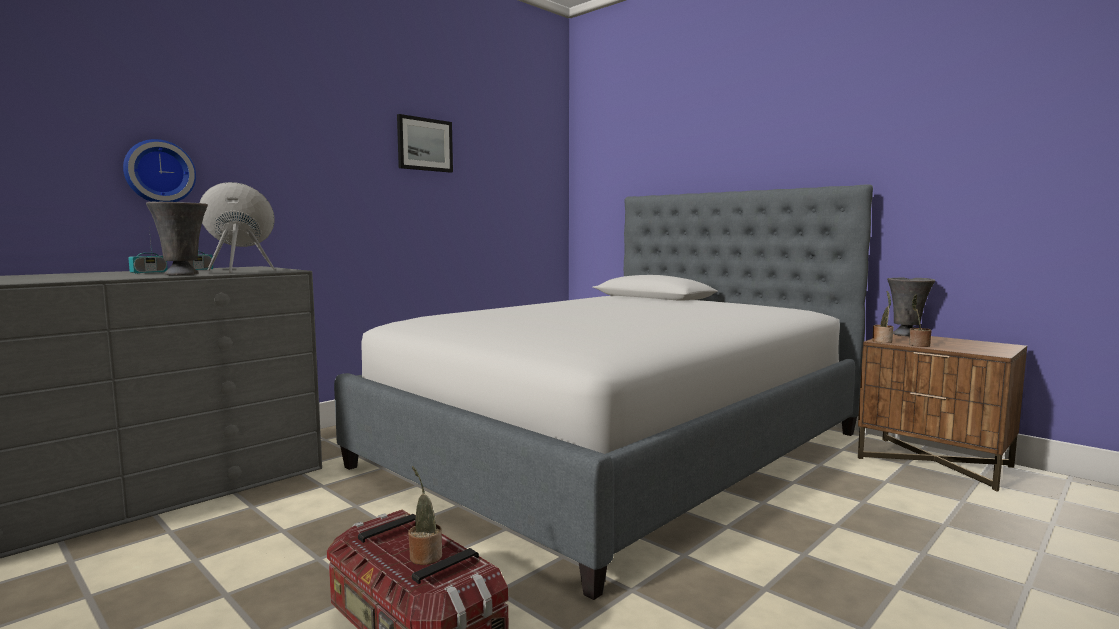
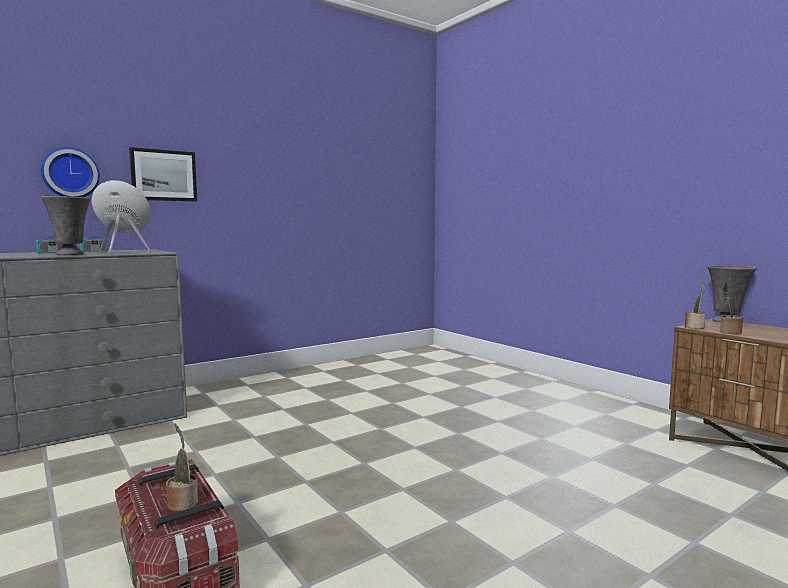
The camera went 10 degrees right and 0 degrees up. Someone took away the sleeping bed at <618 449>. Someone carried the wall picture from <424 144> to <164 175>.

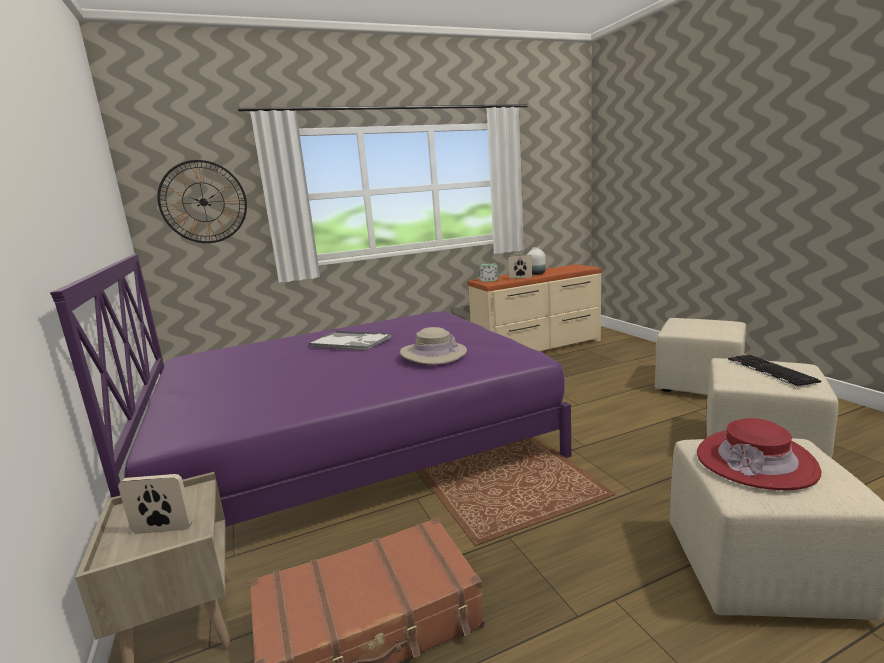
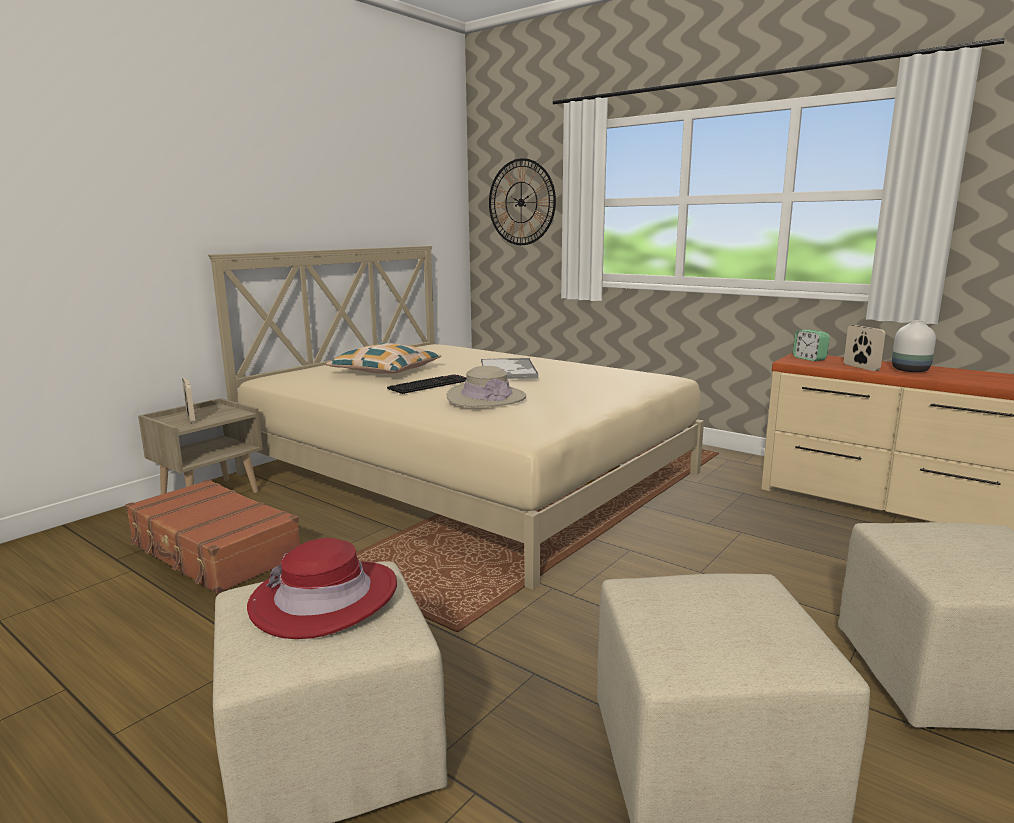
The camera went 60 degrees right and 0 degrees up. Someone put down the cushion at <386 371>. Someone carried the computer keyboard from <769 370> to <429 384>. Someone repainted the sleeping bed (purplish) at <351 444>, which became the sleeping bed (beige) at <467 474>.

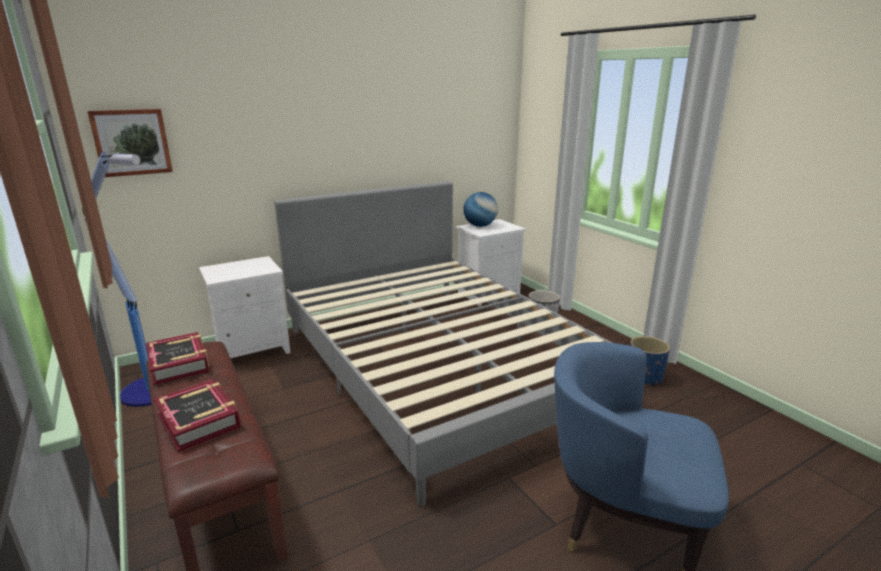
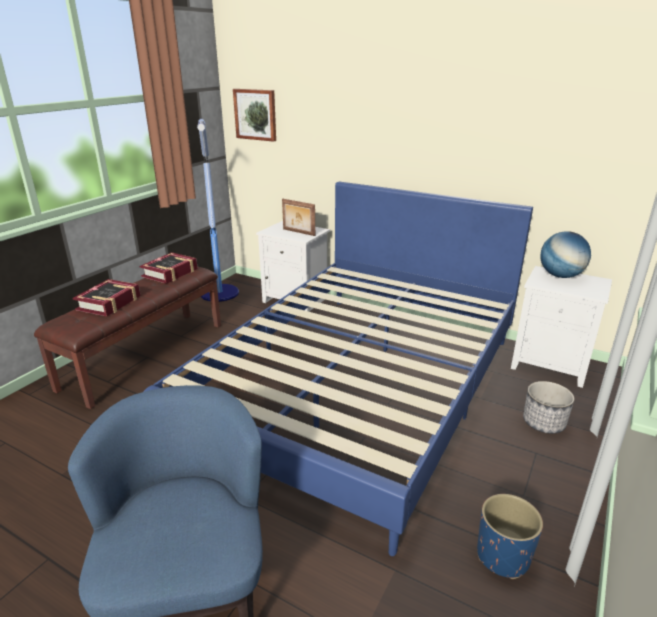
The camera went 60 degrees right and 5 degrees up. Someone put down the photo frame at <298 232>. Someone repainted the sleeping bed (greyish) at <438 366>, which became the sleeping bed (blue) at <359 386>.

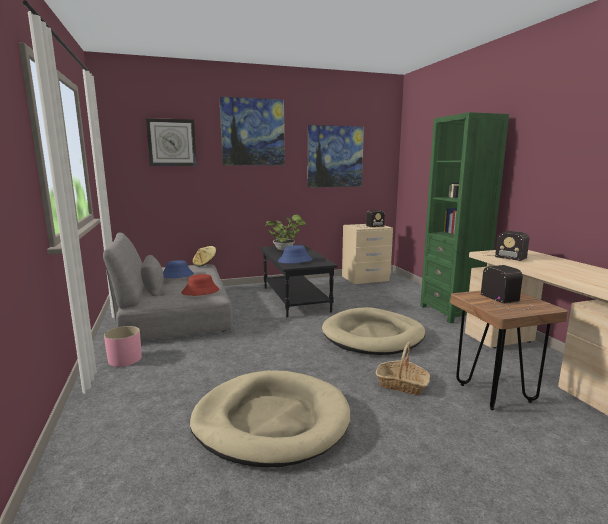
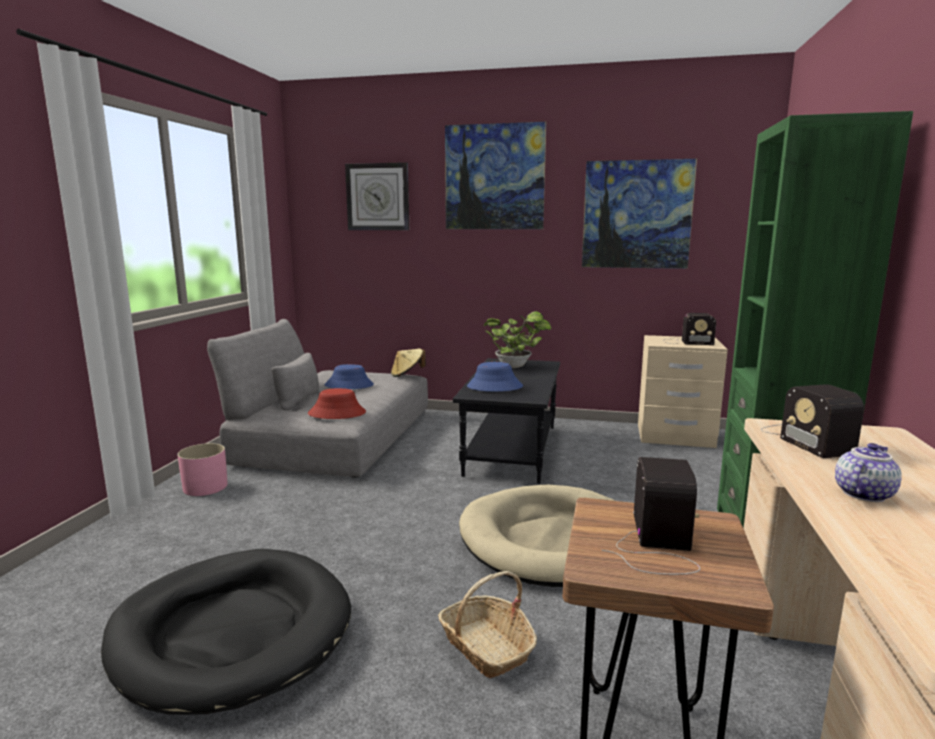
The camera went 30 degrees right and 0 degrees up. Someone put down the pot for tea at <862 493>. Someone repainted the dog bed (beige) at <271 421>, which became the dog bed (black-coloured) at <232 632>.

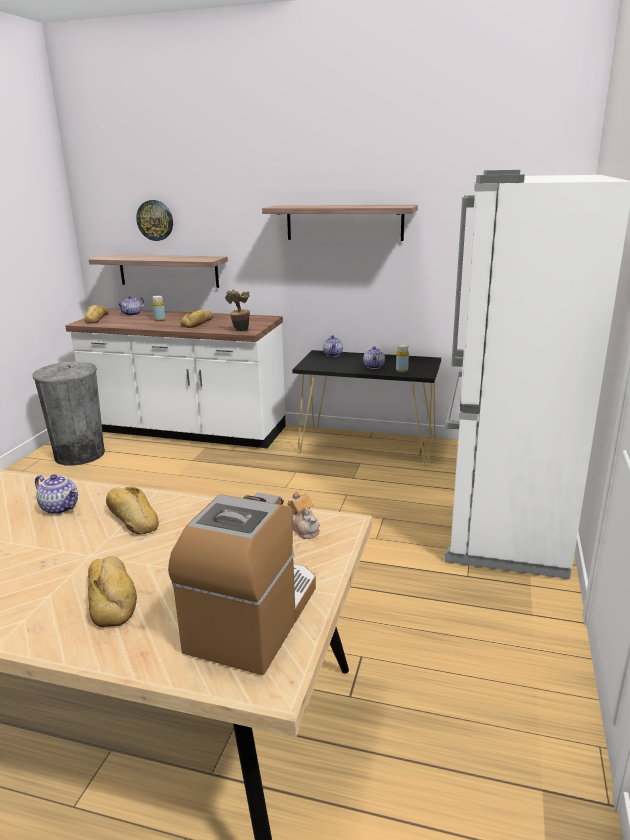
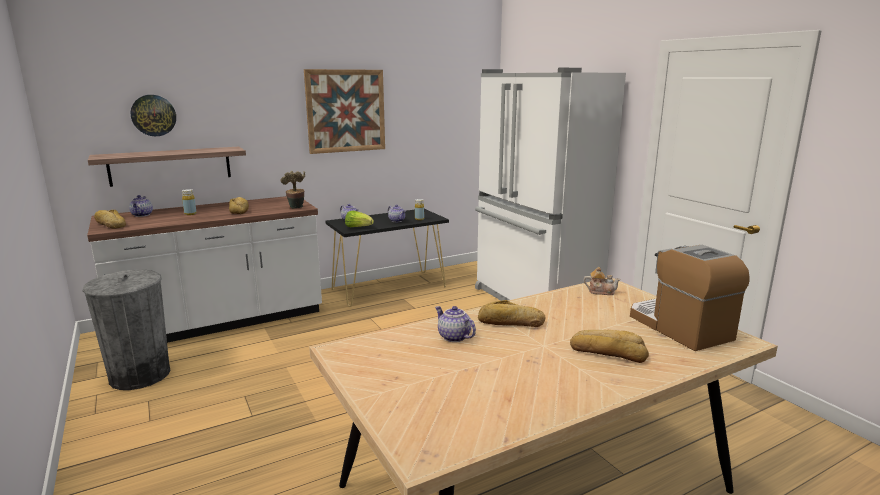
The camera went 45 degrees left and 5 degrees down. Someone put down the head of lettuce at <358 227>. Someone swapped the shelf at <344 222> for the wall picture at <346 111>. Someone rotated the pot for tea at <61 508> by 120 degrees counterclockwise.

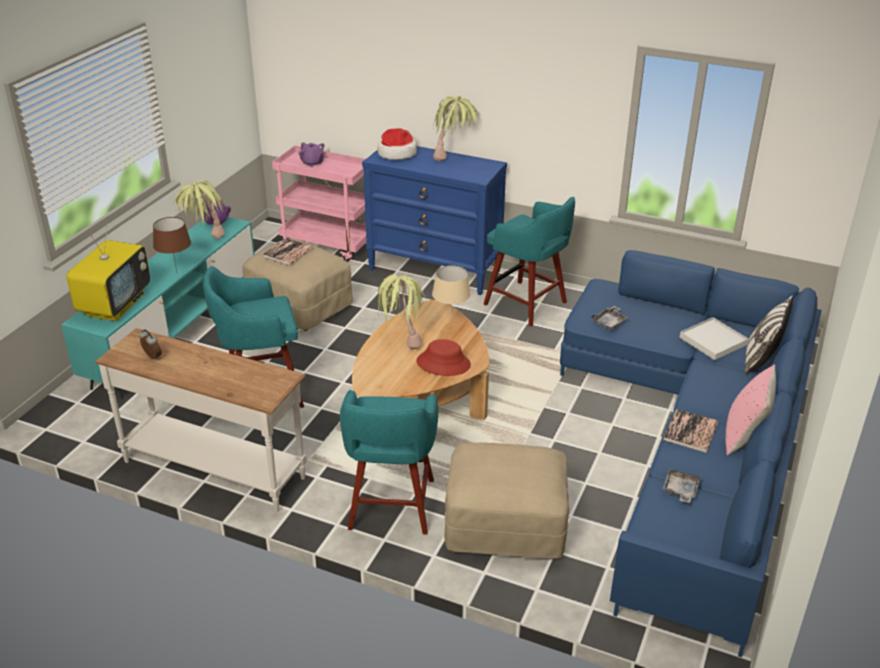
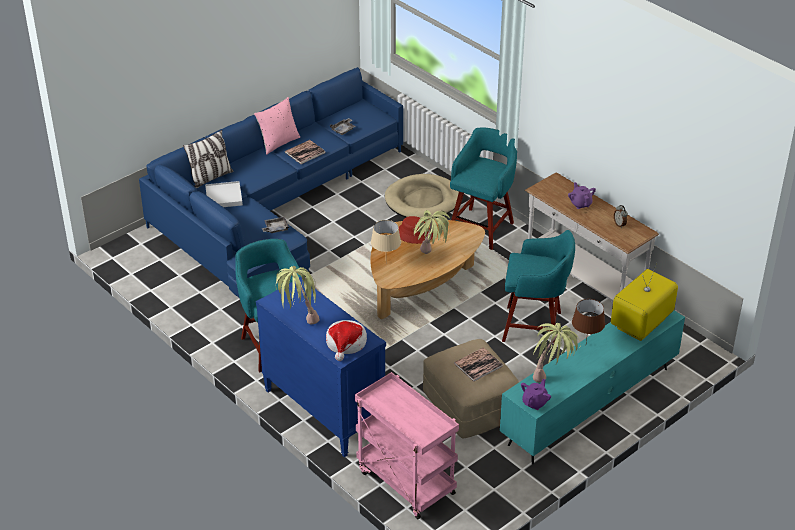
The camera went 155 degrees left and 5 degrees up. Someone carried the pot for tea (purplish) from <312 163> to <580 204>. Someone swapped the ottoman (beige) at <505 526> for the dog bed (beige) at <423 200>.

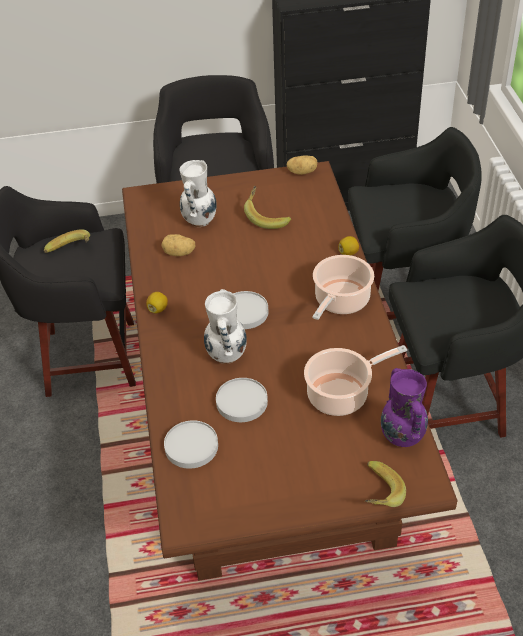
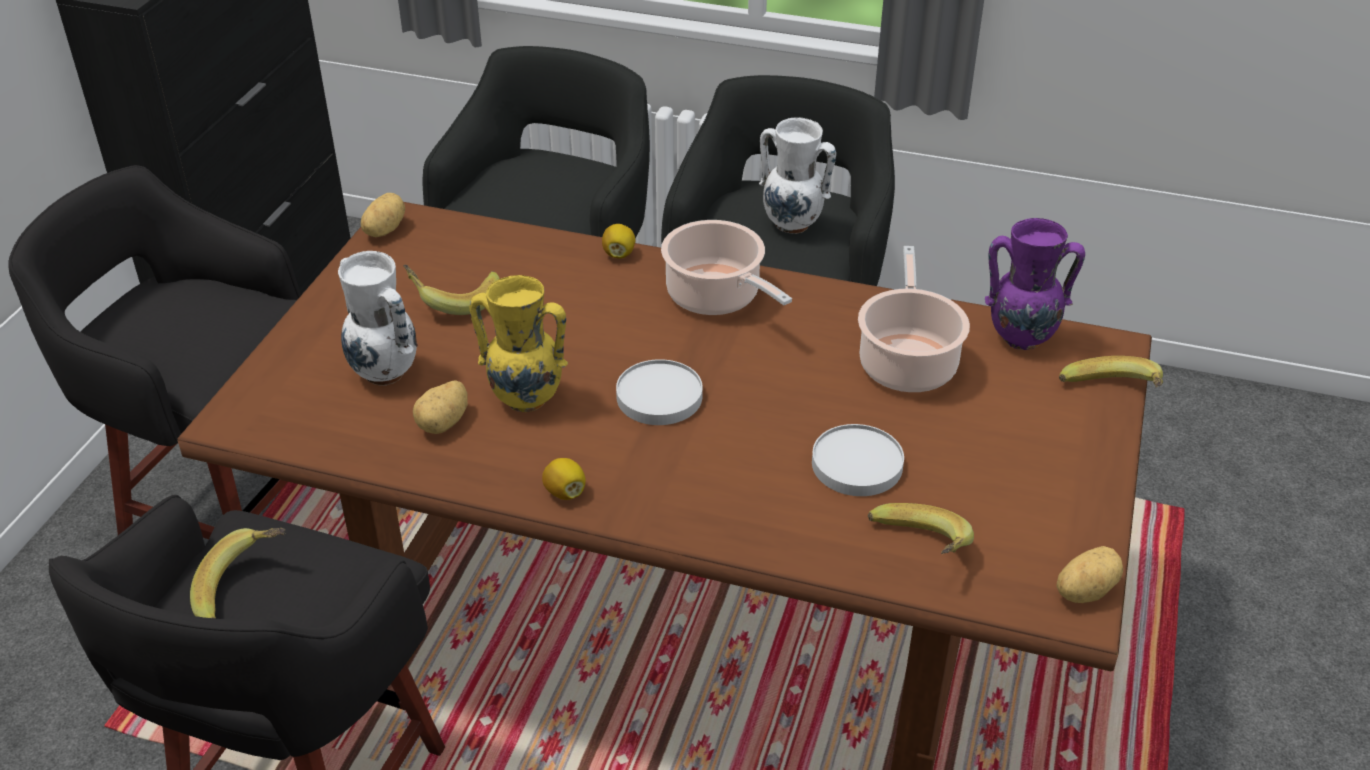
The camera went 65 degrees left and 5 degrees down. Someone put down the vase (yellow) at <525 399>. Someone put down the potato at <1083 590>. Someone carried the vase (white-coloured) from <226 356> to <793 225>. Someone swapped the dinner plate (white-coloured) at <191 446> for the whole banana at <917 551>.

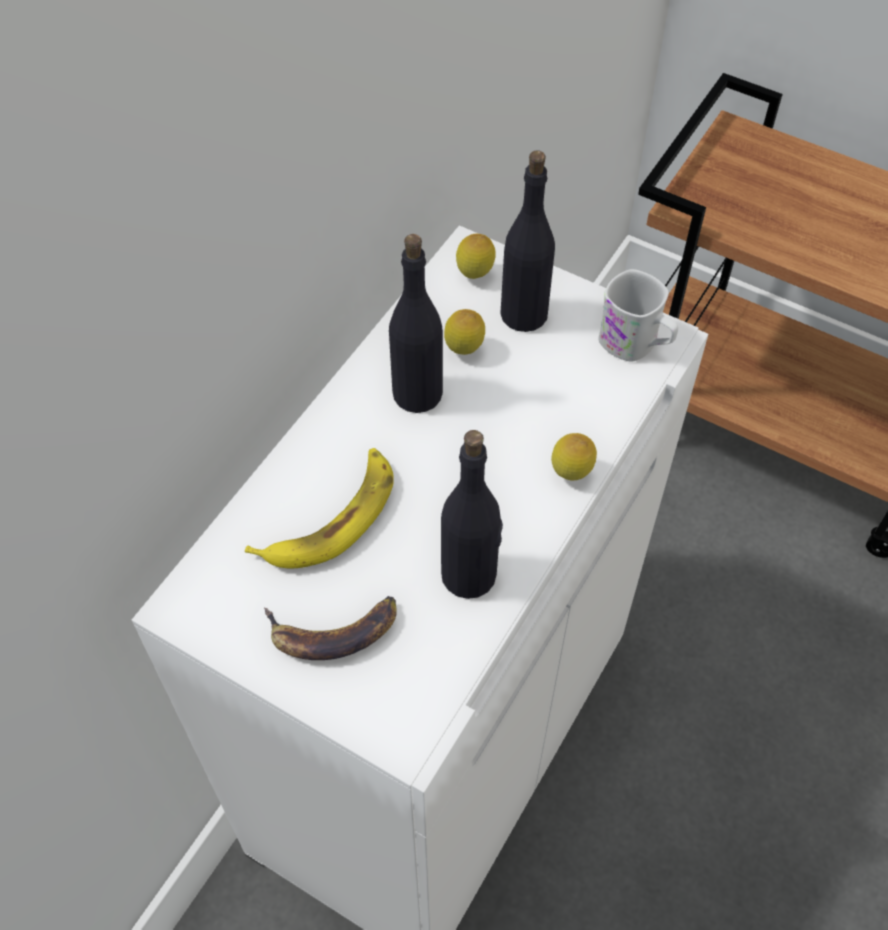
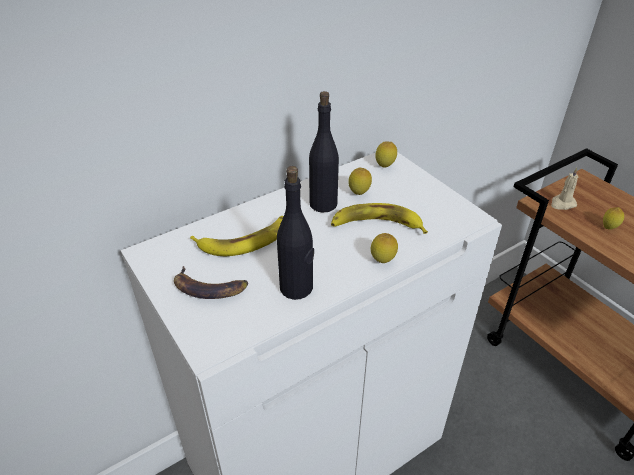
The camera went 25 degrees right and 15 degrees down. Someone took away the beverage bottle (black-coloured) at <524 314>. Someone took away the coffee mug (white-coloured) at <636 345>. Someone put down the whole banana at <376 225>. Someone put down the candle (beige) at <562 204>. Someone put down the whole lemon at <608 228>.

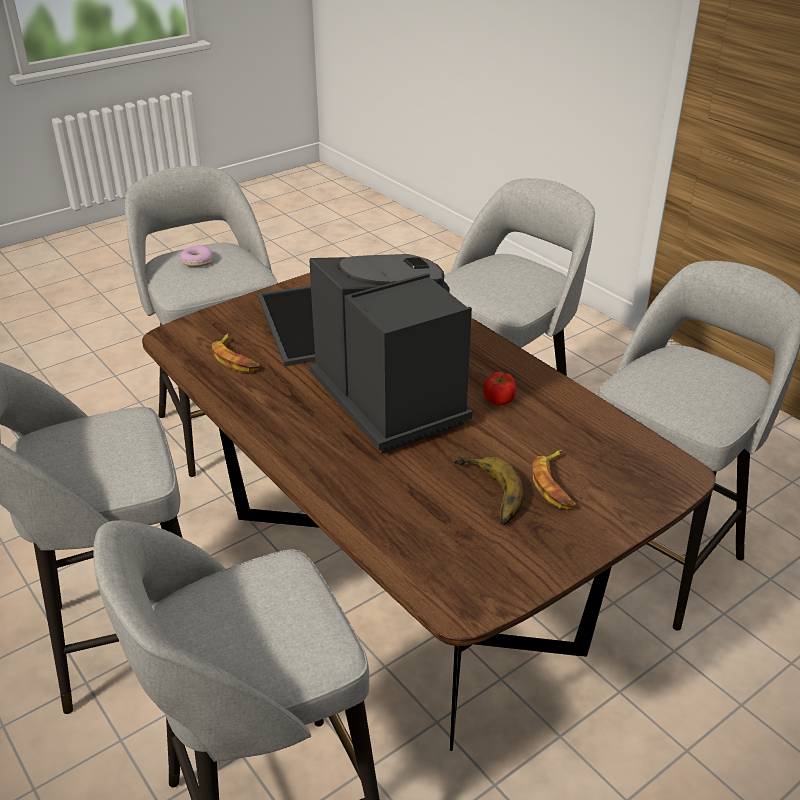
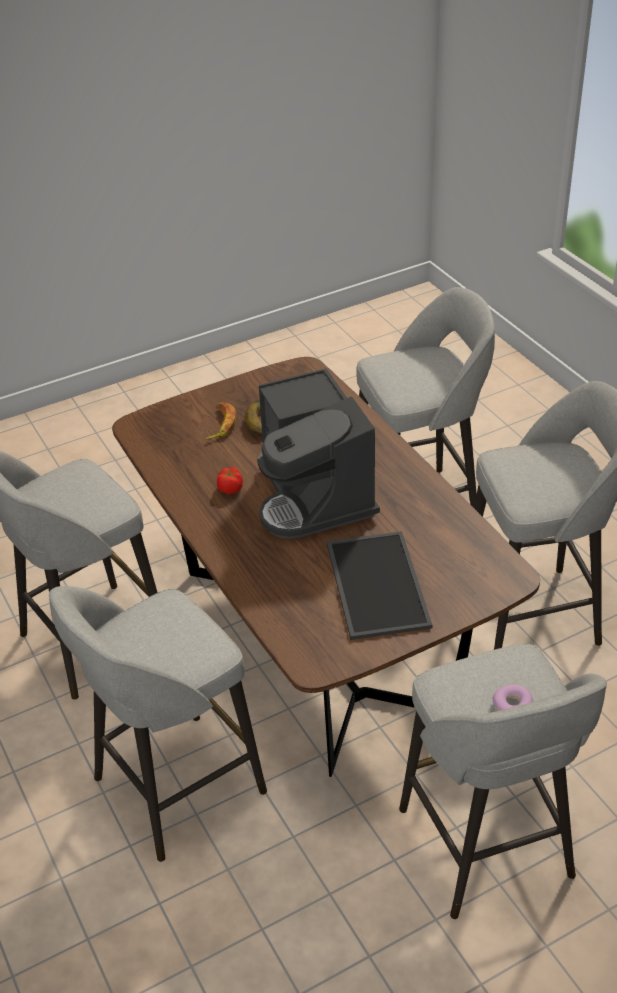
The camera went 170 degrees left and 5 degrees up. Someone took away the whole banana at <235 359>.

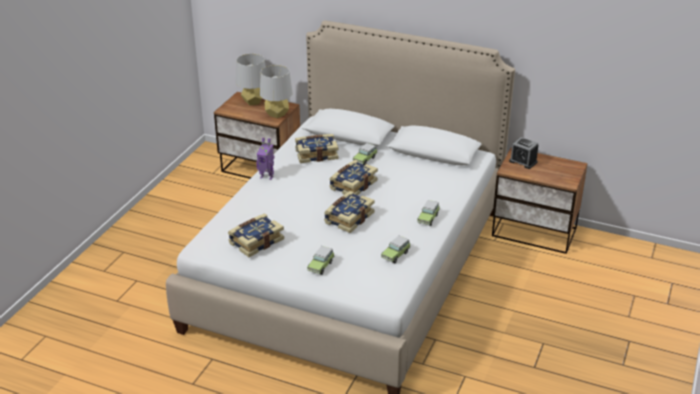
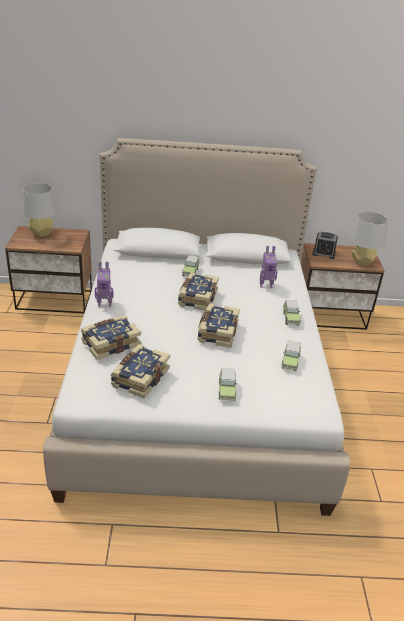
The camera went 25 degrees left and 0 degrees up. Someone put down the robot figure at <265 285>. Someone carried the tabletop lamp (greyish) from <277 114> to <362 262>. Someone carried the volume from <316 154> to <110 343>.

